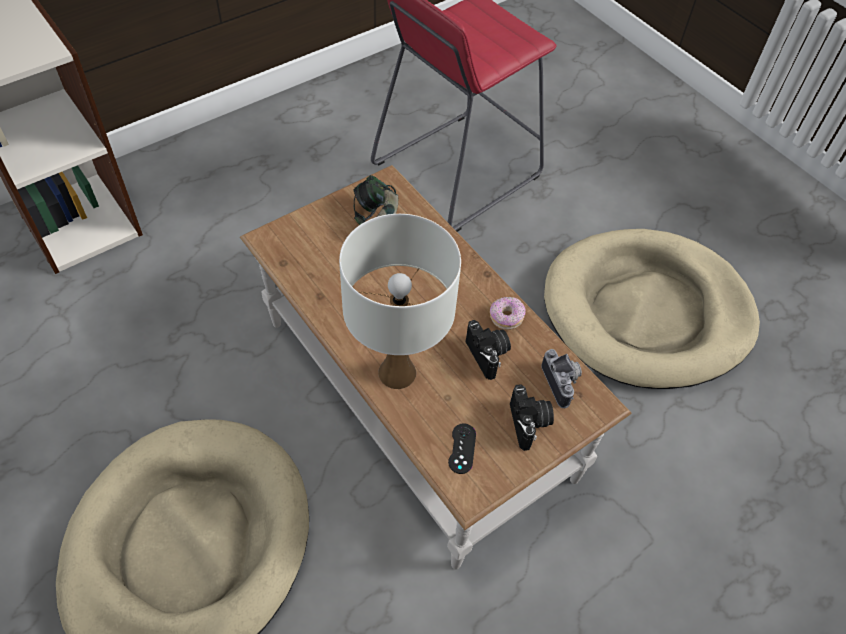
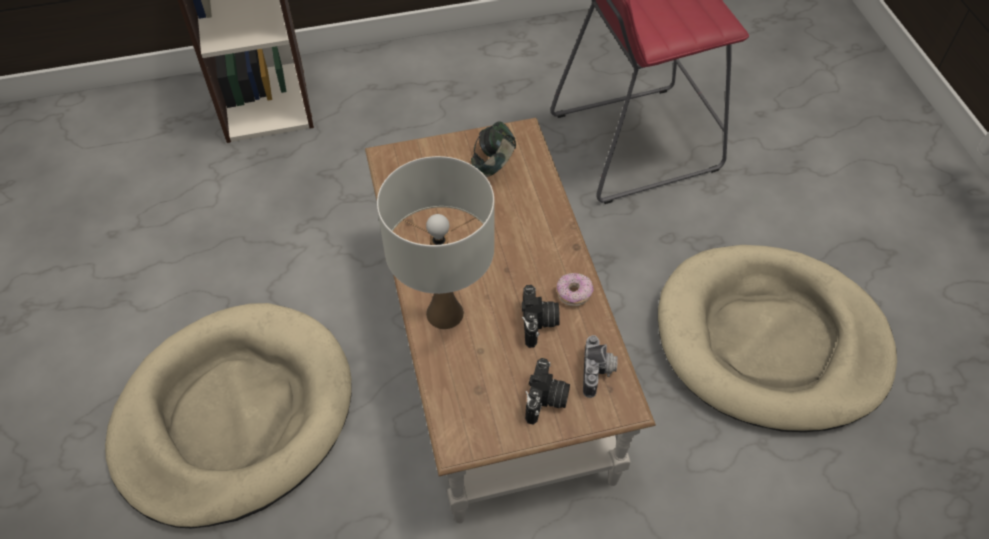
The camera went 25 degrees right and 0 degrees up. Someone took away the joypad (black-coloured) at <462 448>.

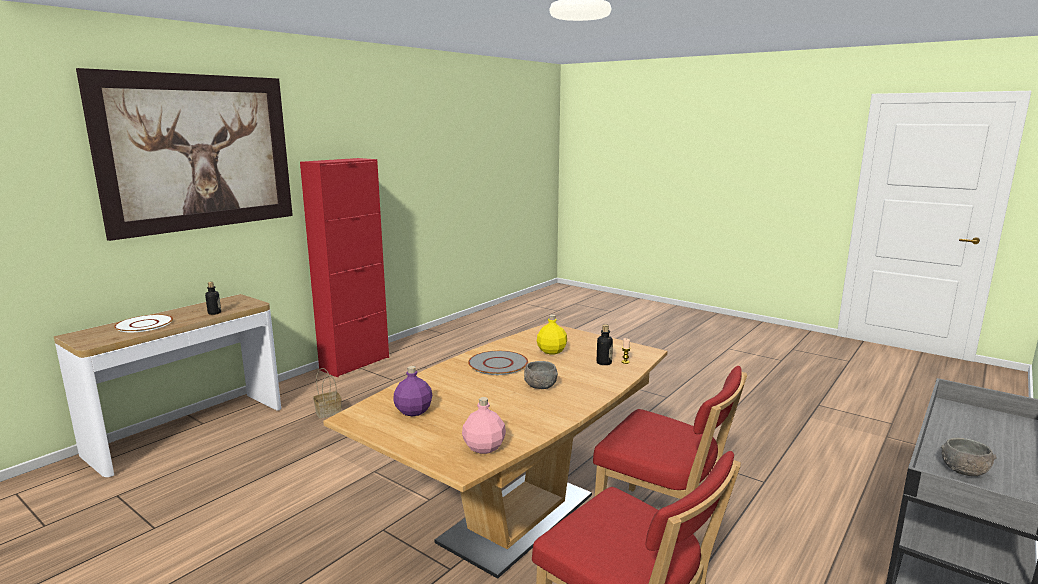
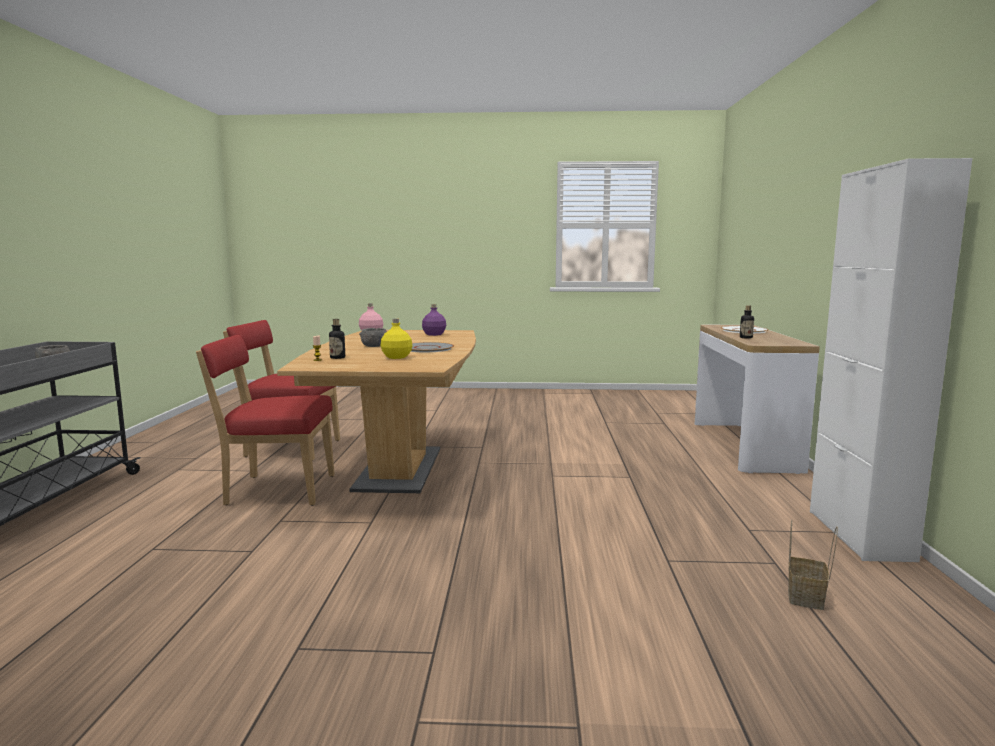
The camera went 145 degrees right and 5 degrees down. Someone took away the wall picture at <198 152>. Someone carried the household basket from <329 412> to <807 598>. Someone repainted the cabinet (red) at <355 363>, which became the cabinet (white-coloured) at <859 535>.

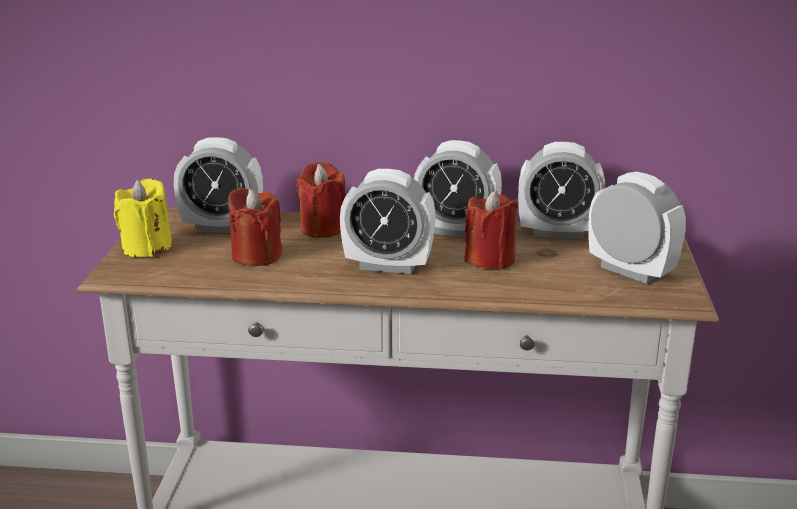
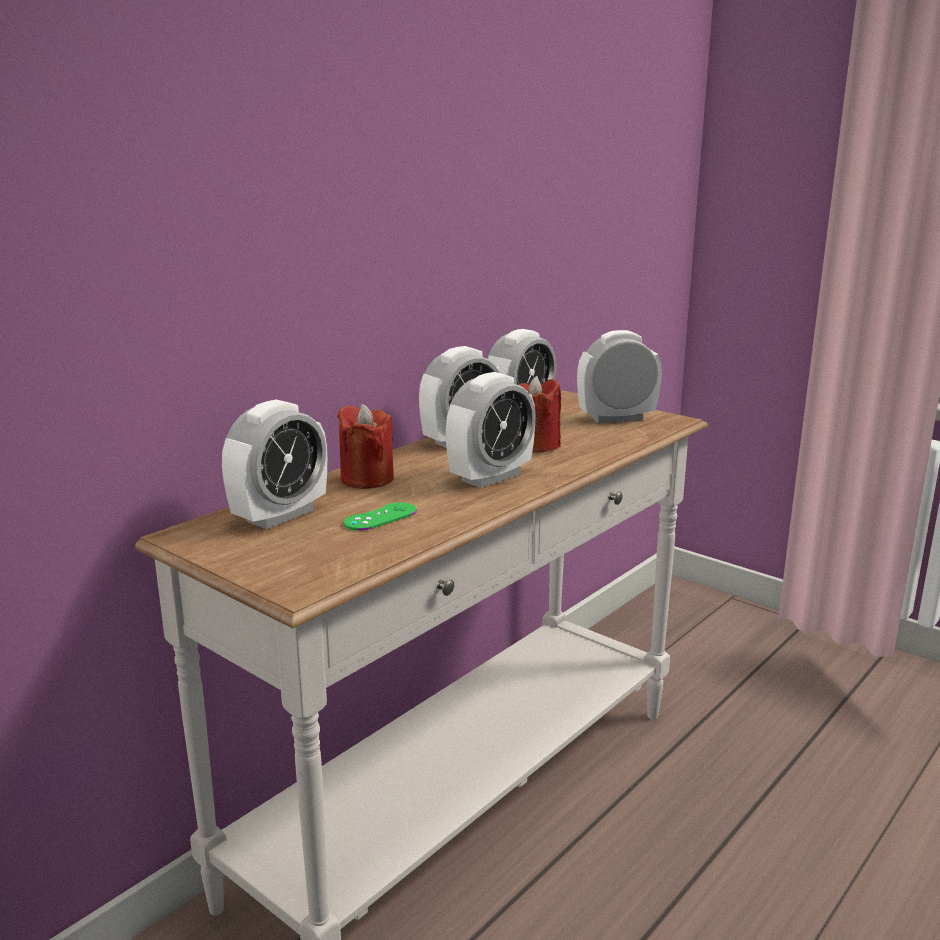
The camera went 55 degrees left and 5 degrees down. Someone took away the candle (yellow) at <146 247>. Someone swapped the candle (red) at <256 256> for the joypad (green-coloured) at <380 517>.

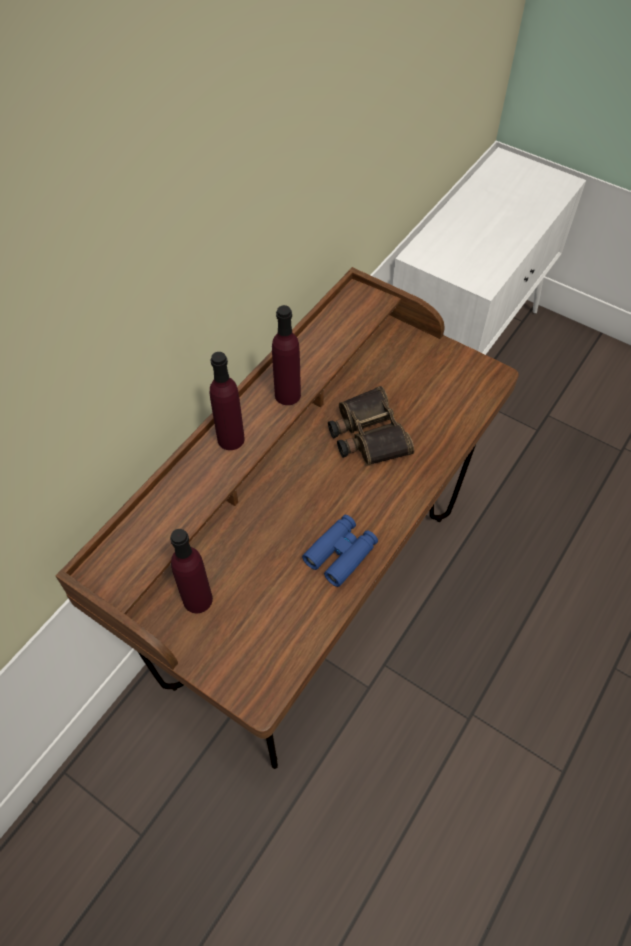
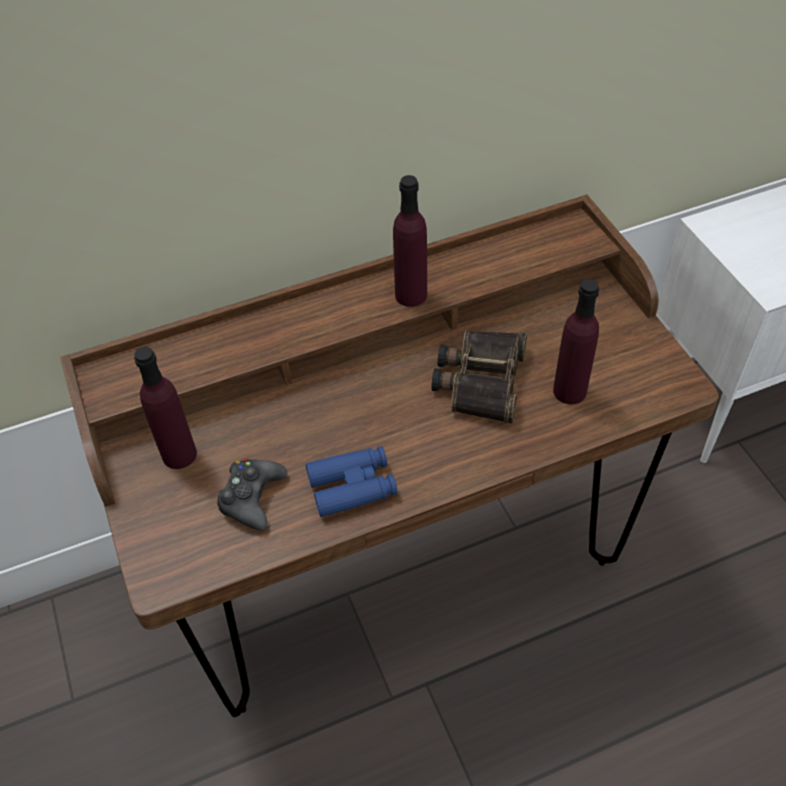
The camera went 35 degrees right and 5 degrees down. Someone put down the joypad (black-coloured) at <252 497>. Someone carried the beverage bottle (purplish) from <231 439> to <569 391>.

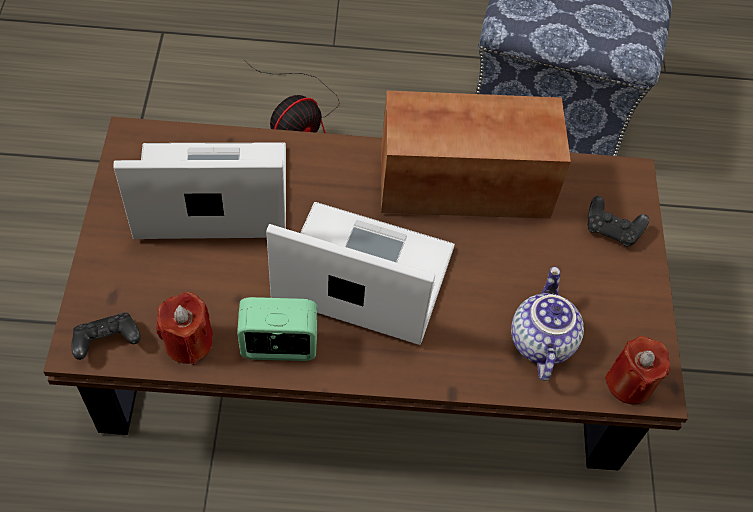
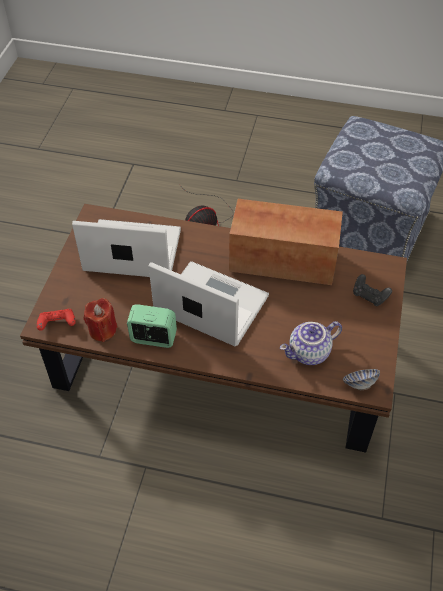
The camera went 15 degrees right and 5 degrees down. Someone swapped the candle (red) at <629 383> for the bowl at <359 384>. Someone repainted the joypad (black-coloured) at <107 342>, which became the joypad (red) at <57 324>. Someone rotated the pot for tea at <539 341> by 135 degrees counterclockwise.

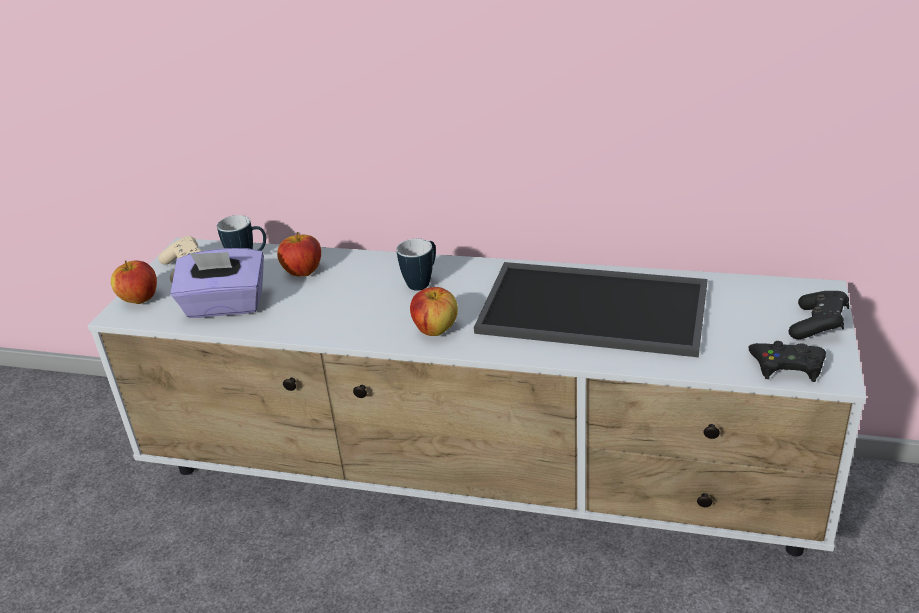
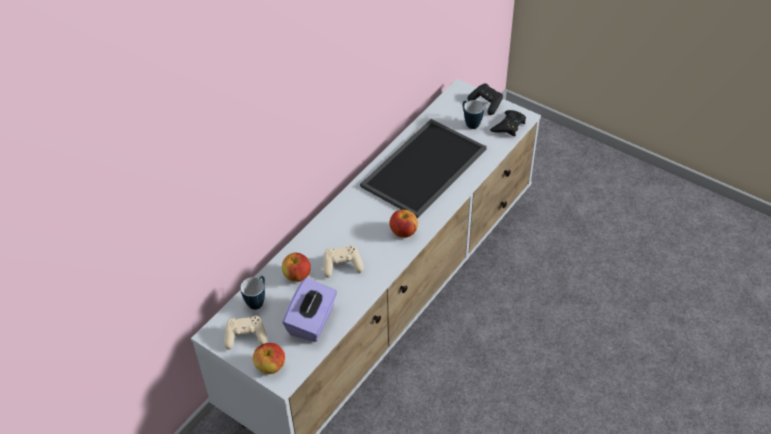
The camera went 70 degrees left and 15 degrees up. Someone put down the joypad (beige) at <342 266>. Someone carried the coffee mug from <422 282> to <470 123>.

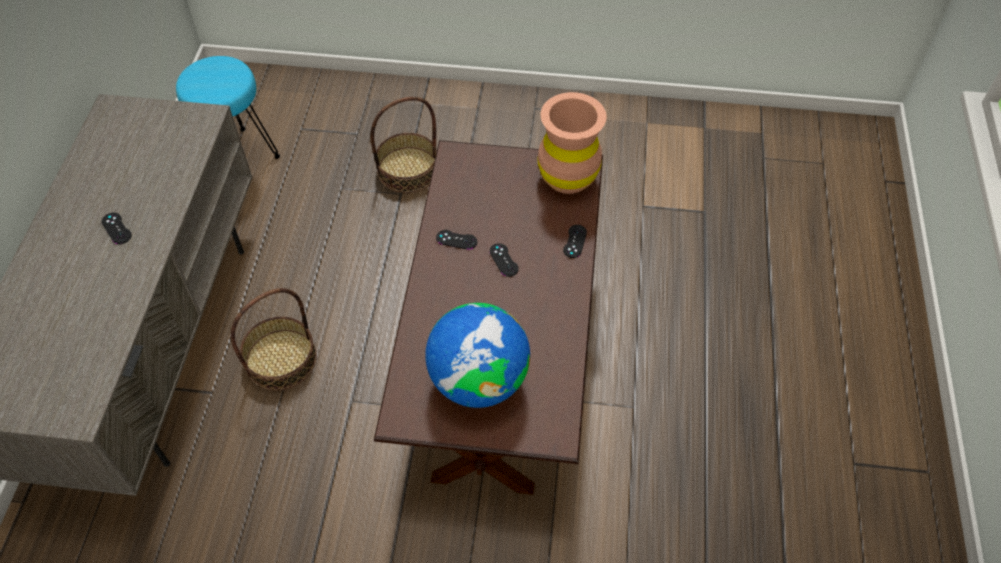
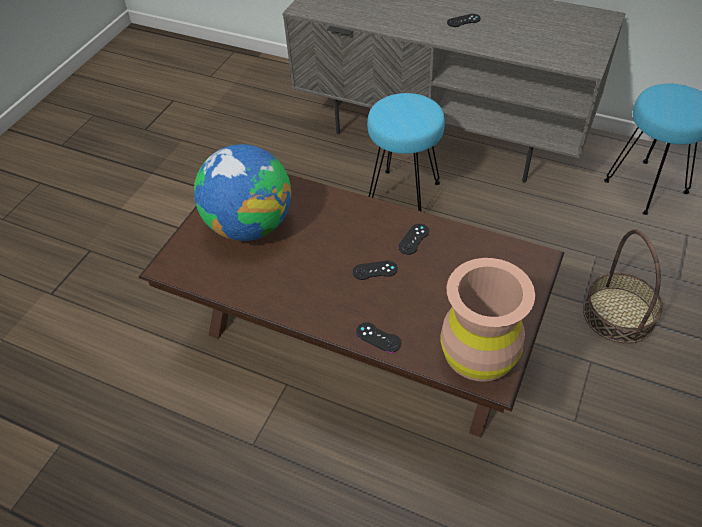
The camera went 110 degrees right and 5 degrees down. Someone swapped the household basket at <281 359> for the sitting stool (blue-green) at <404 195>.

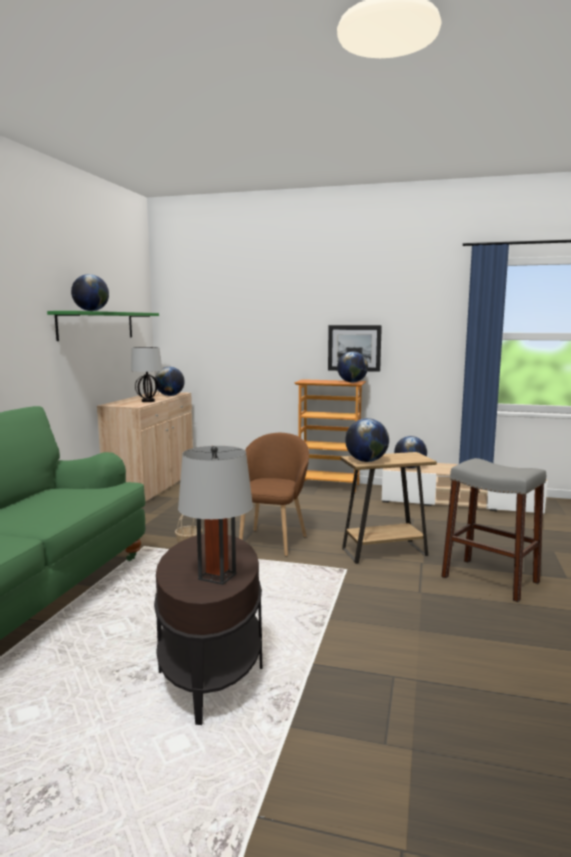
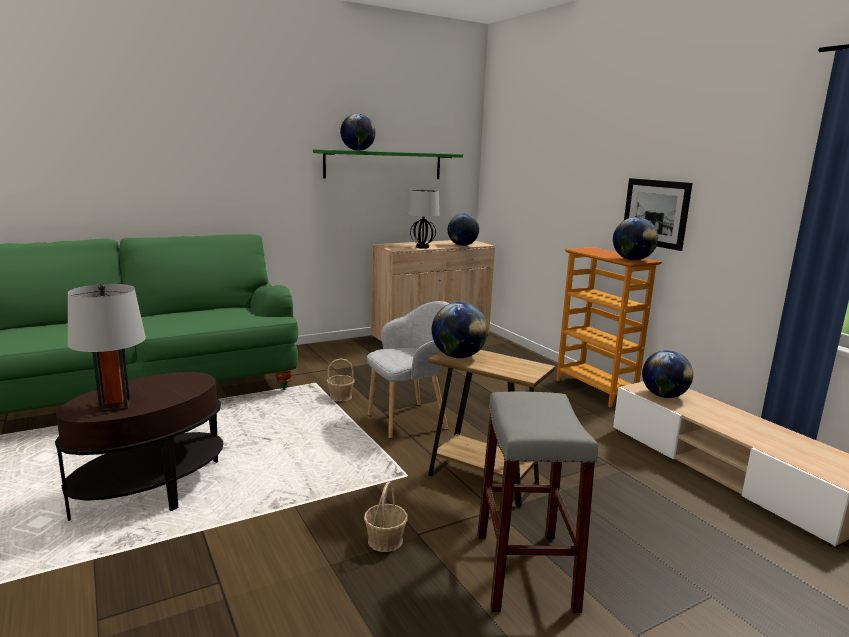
The camera went 45 degrees right and 5 degrees up. Someone put down the household basket at <385 540>. Someone repainted the lounge chair (brownish) at <272 541>, which became the lounge chair (greyish) at <409 420>.

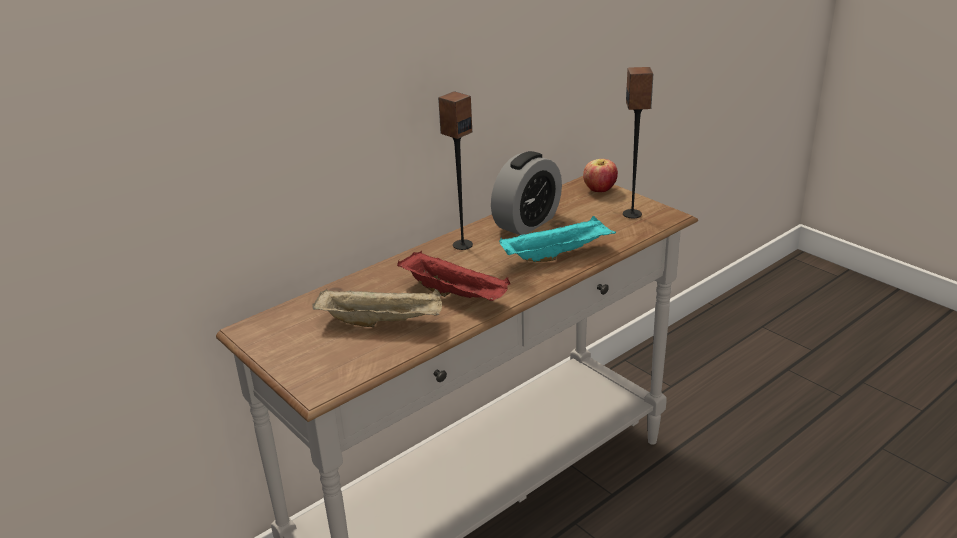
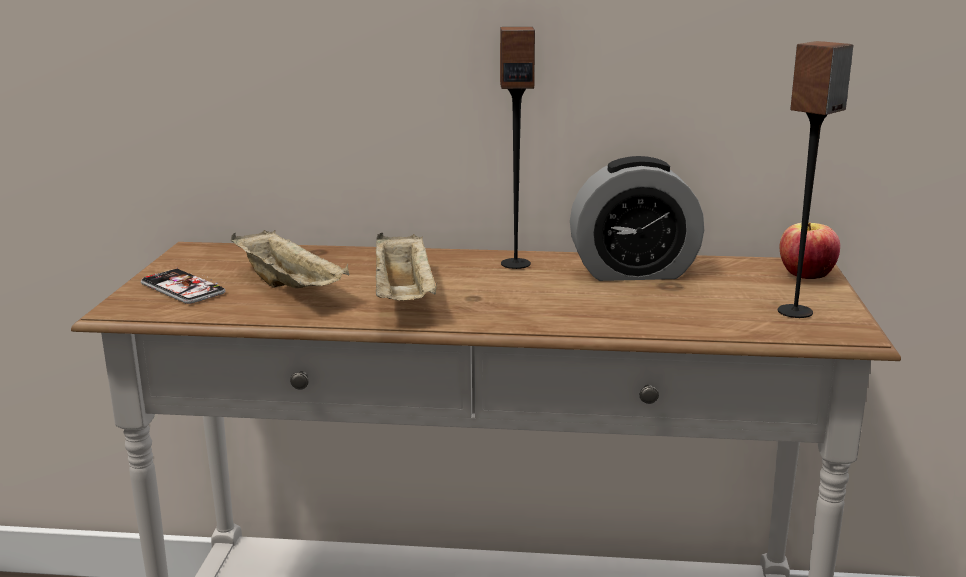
The camera went 45 degrees right and 10 degrees down. Someone took away the serving tray (blue-green) at <557 254>. Someone put down the phone at <182 288>. Someone repainted the serving tray (red) at <456 294>, which became the serving tray (beige) at <404 296>.

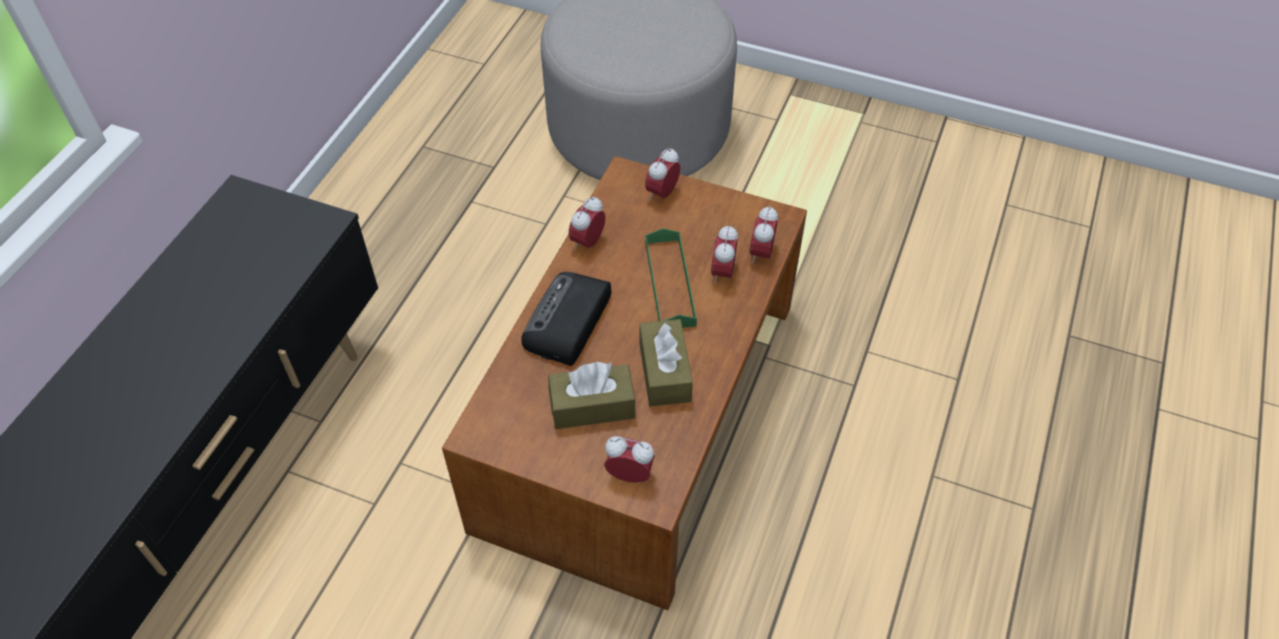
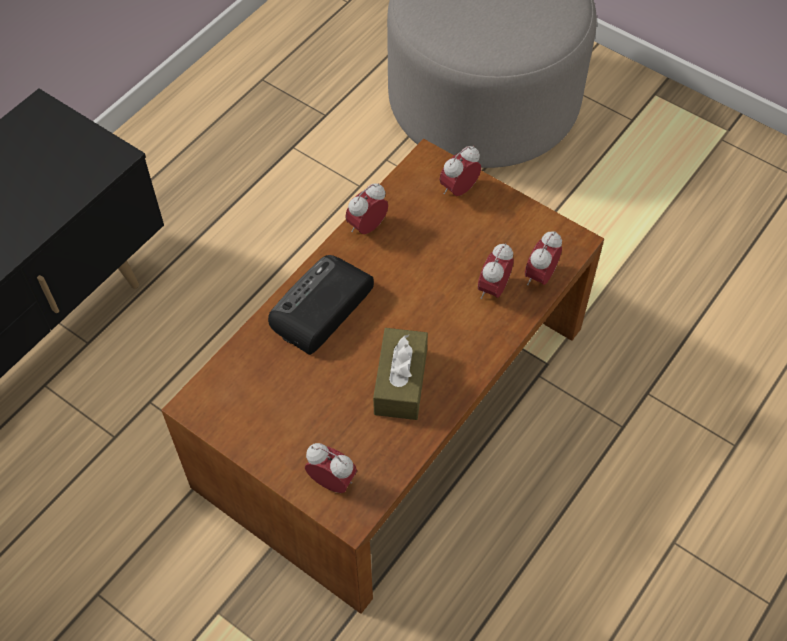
The camera went 15 degrees right and 5 degrees up. Someone took away the box of tissues (brownish) at <592 406>. Someone took away the serving tray (green-coloured) at <670 283>.

